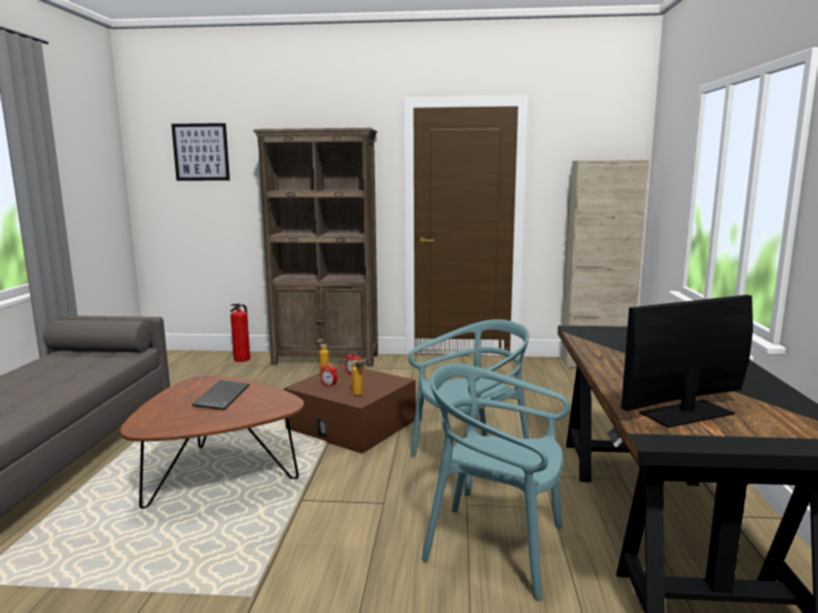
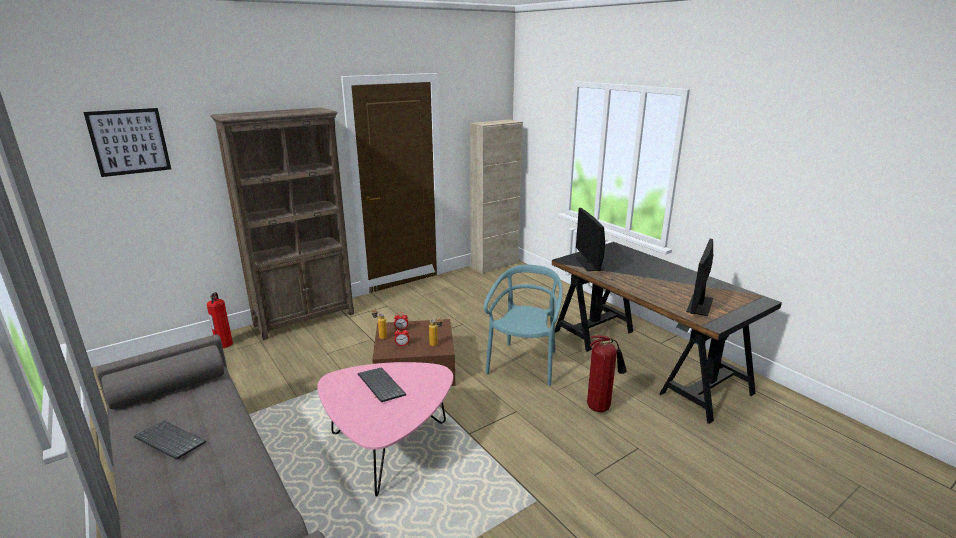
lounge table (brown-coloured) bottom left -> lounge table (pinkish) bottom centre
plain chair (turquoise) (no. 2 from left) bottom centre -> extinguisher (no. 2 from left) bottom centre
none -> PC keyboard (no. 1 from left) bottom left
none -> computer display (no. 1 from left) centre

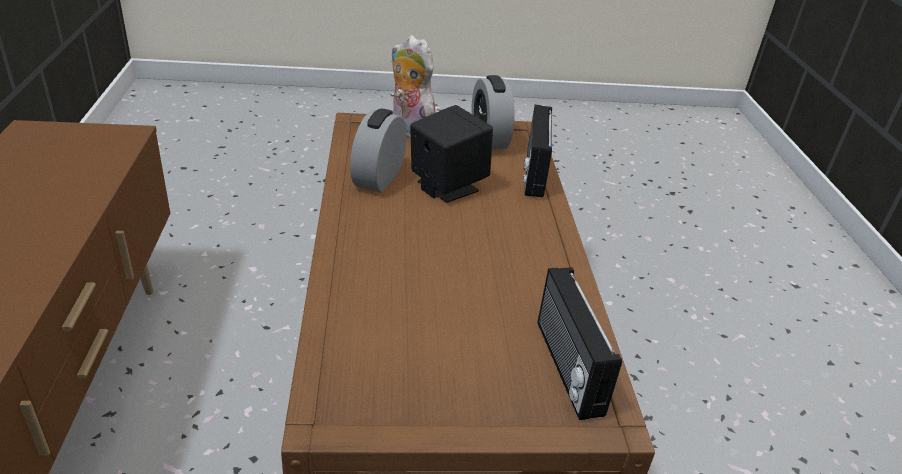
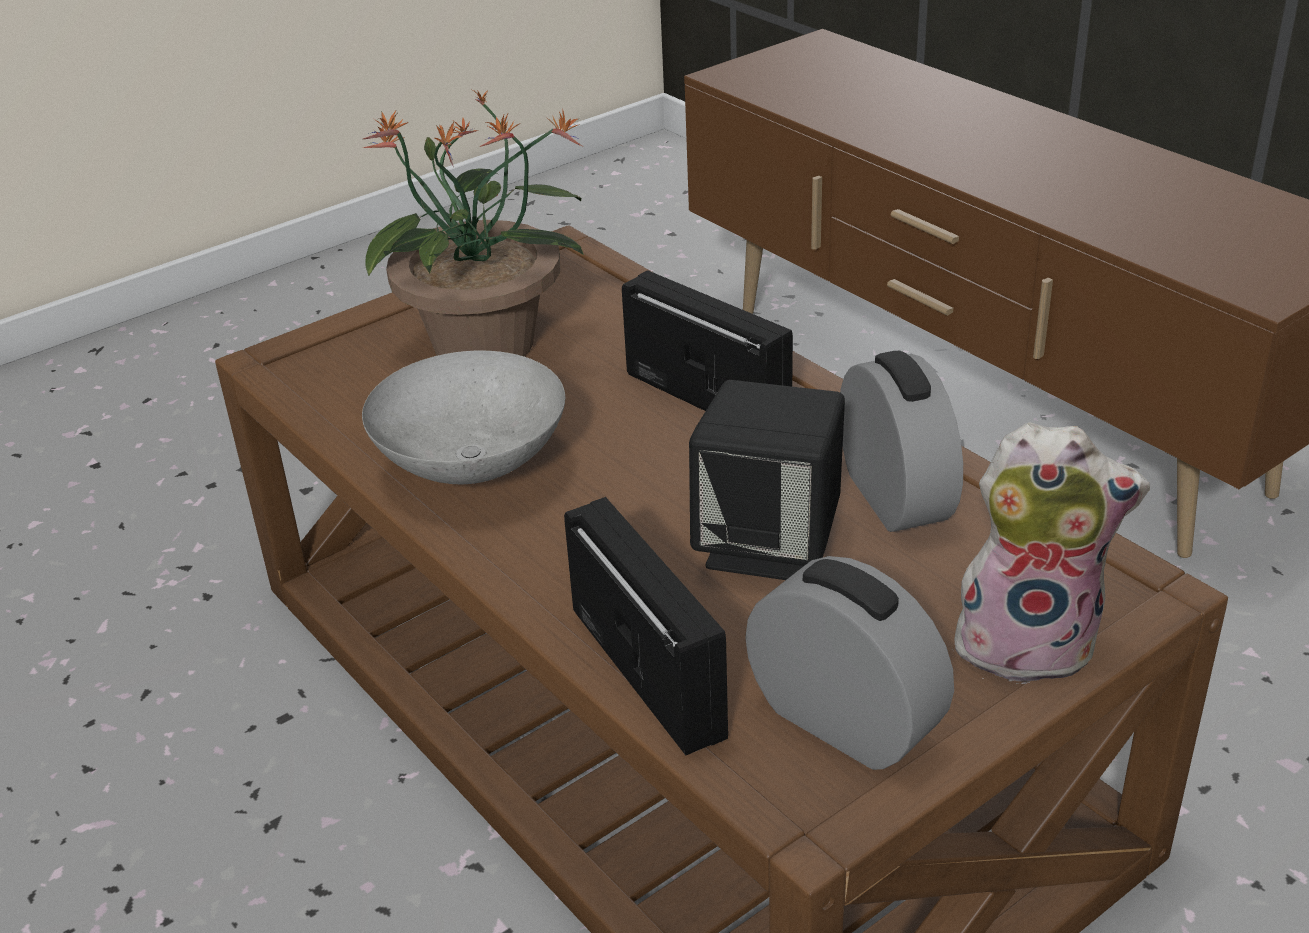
radio set (no. 2 from left) bottom centre -> radio set (no. 2 from left) centre, shifted
none -> serving bowl (gray) centre
none -> potted plant top centre

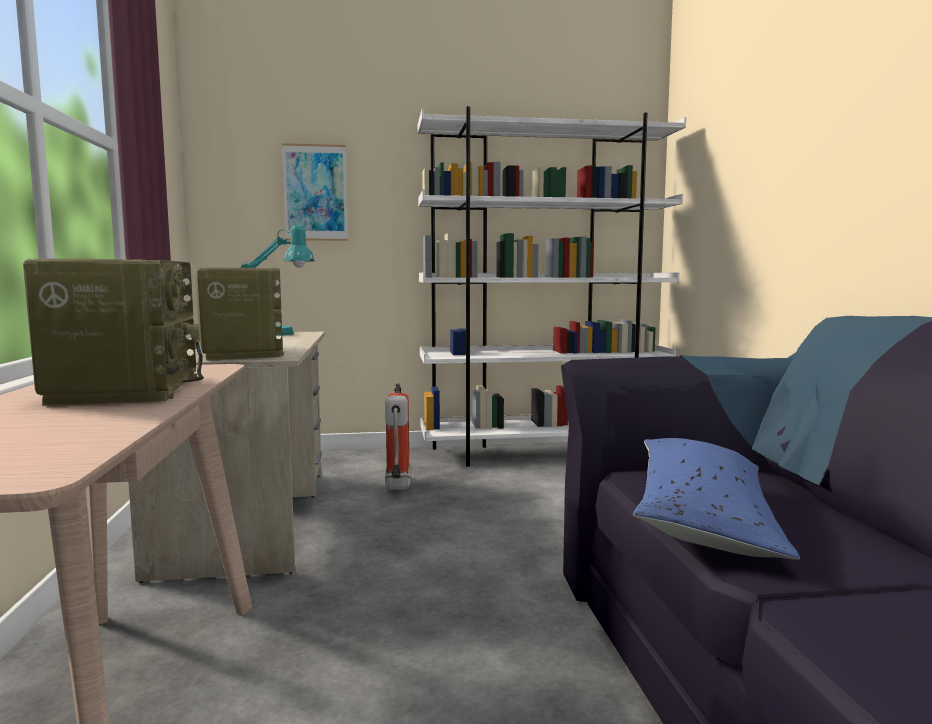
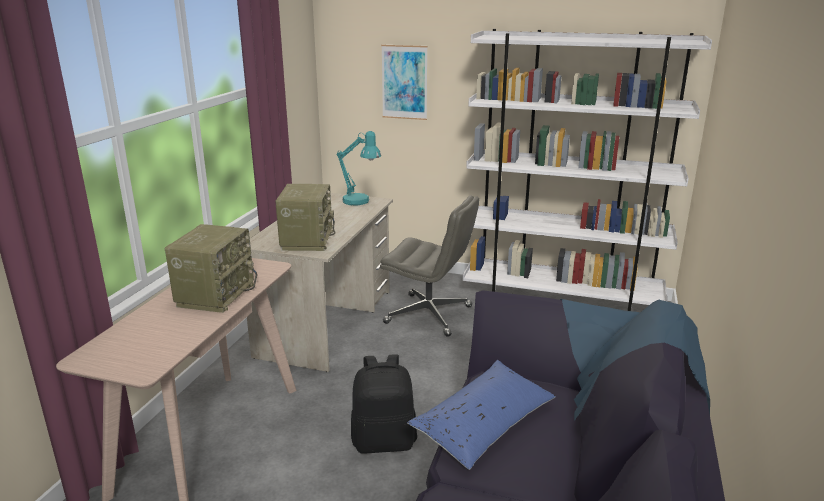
extinguisher centre -> desk chair (gray) centre
none -> knapsack (black-coloured) bottom centre

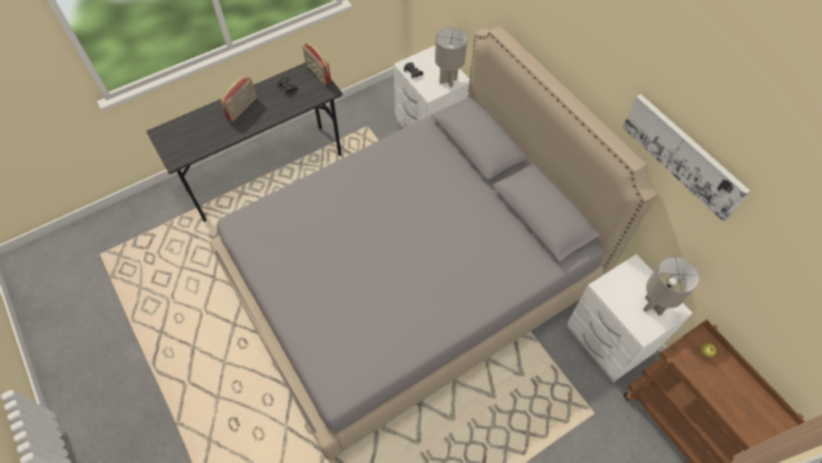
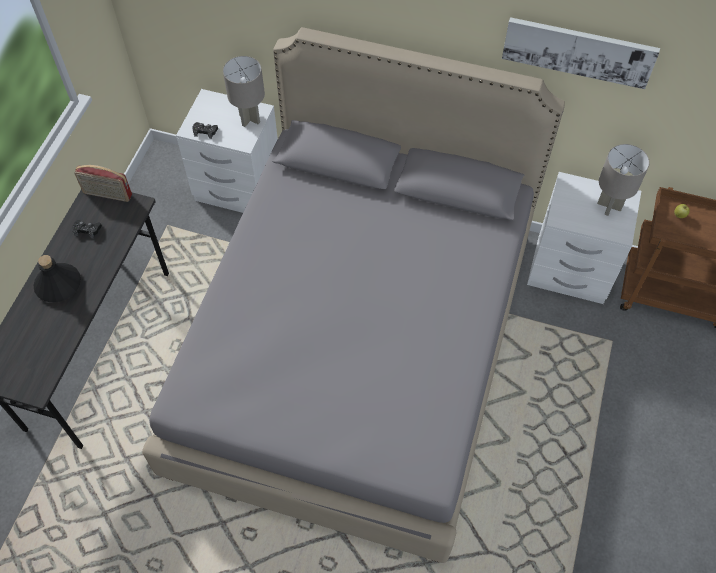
radio set (no. 1 from left) top left -> bottle (black-coloured) middle left

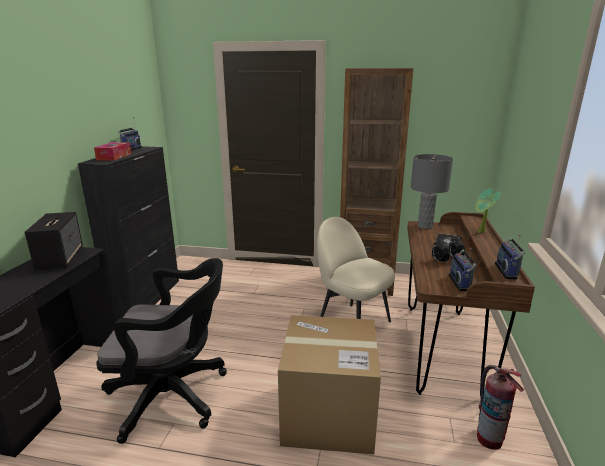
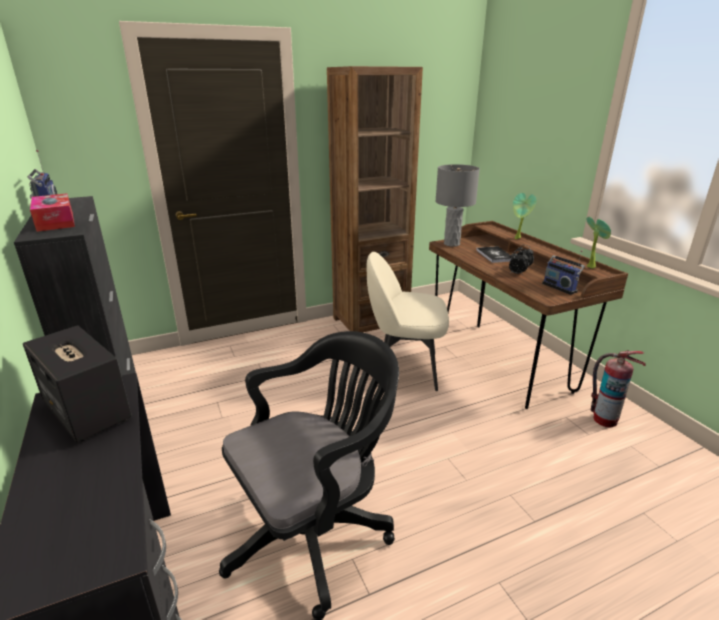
packing box bottom centre -> none
radio set (no. 3 from left) middle right -> potted plant (no. 2 from left) middle right

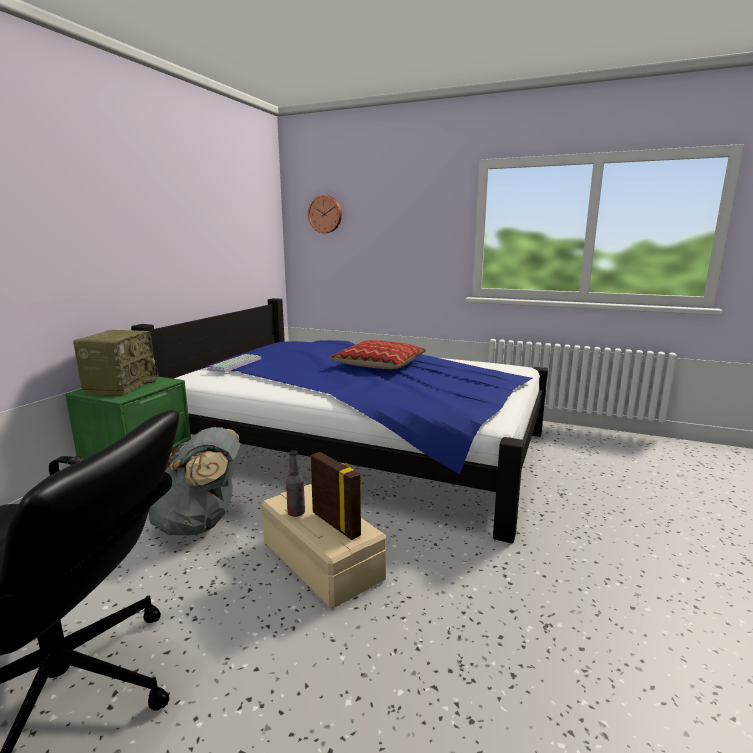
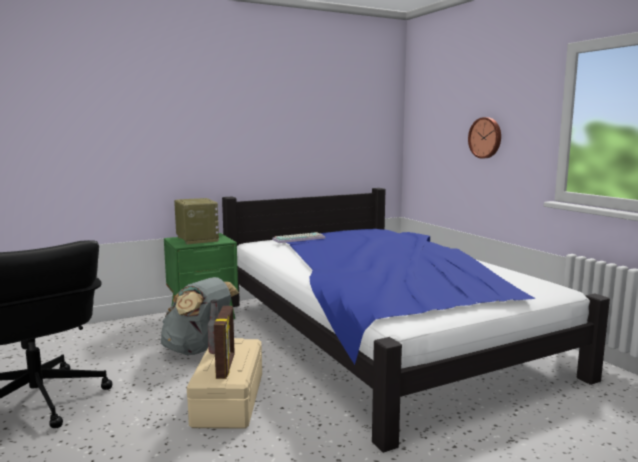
radio set middle left, 75 degrees counterclockwise
wall clock top centre -> wall clock top right, shifted
pillow centre -> none

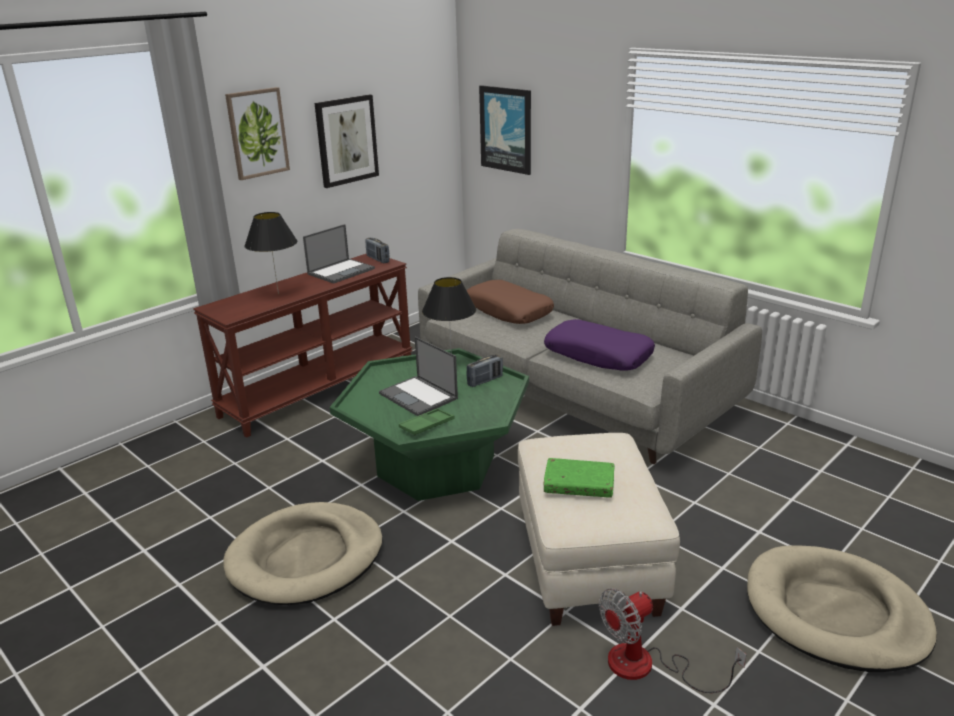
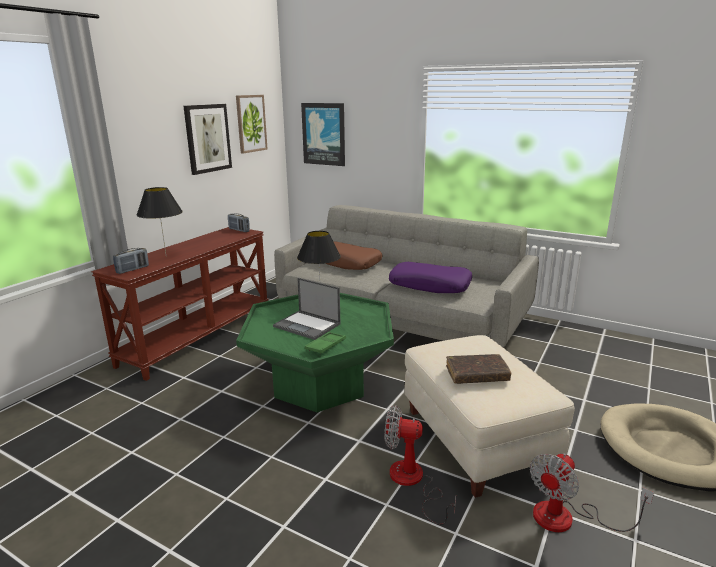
dog cushion (sand-coloured) (no. 1 from left) bottom left -> none
wall picture (no. 1 from left in the first image) top left -> wall picture (no. 2 from left) top centre, shifted
portable computer (no. 1 from left) centre -> none
radio set (no. 2 from left in the first image) centre -> radio set (no. 1 from left) middle left, shifted
book (green-coloured) bottom centre -> book (brown-coloured) middle right
none -> fan (no. 1 from left) bottom centre

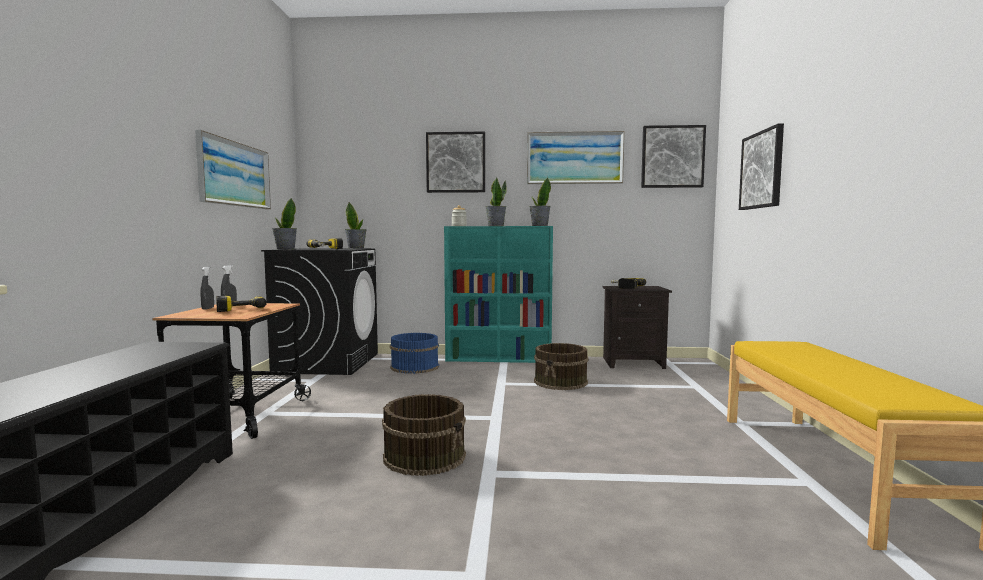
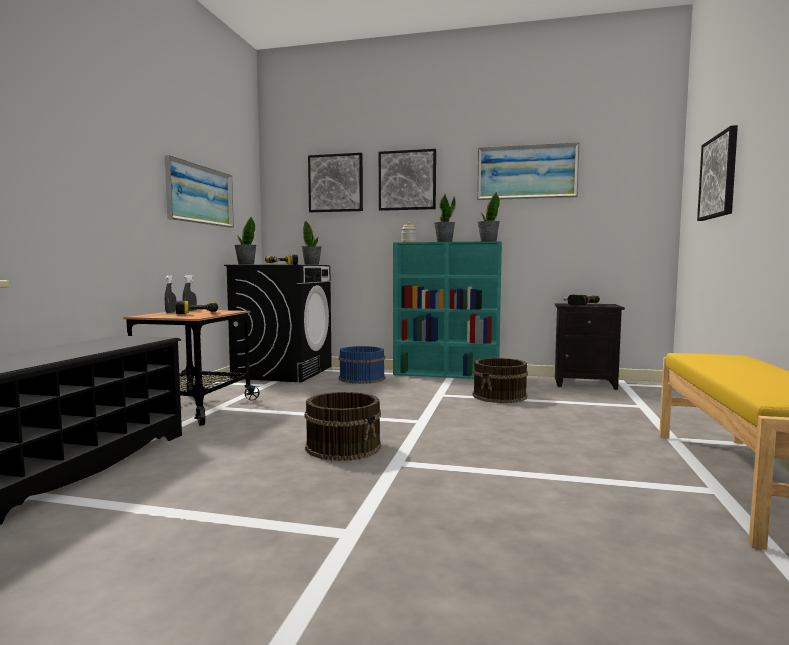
wall picture (no. 4 from left in the first image) top right -> wall picture (no. 2 from left) top centre, shifted

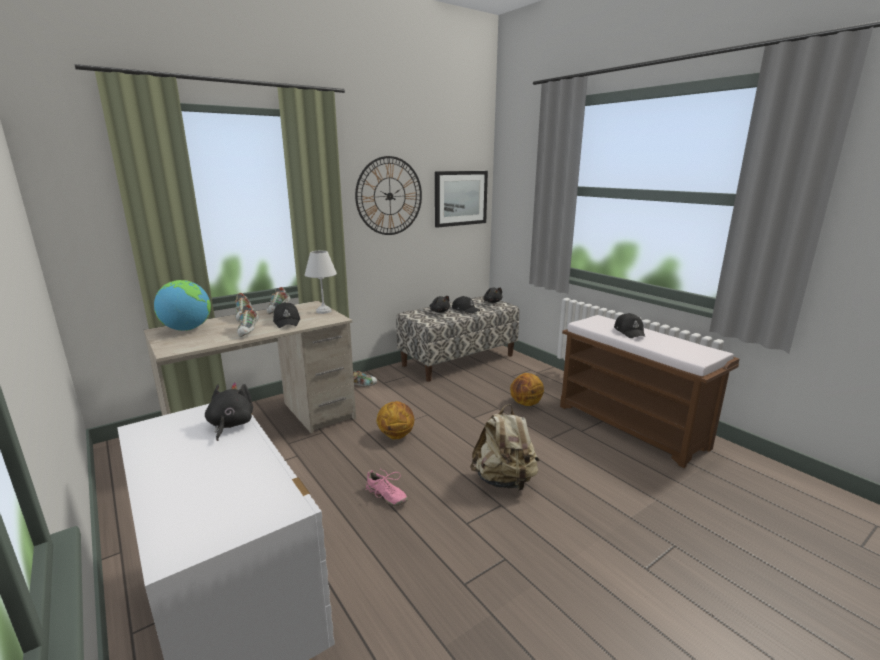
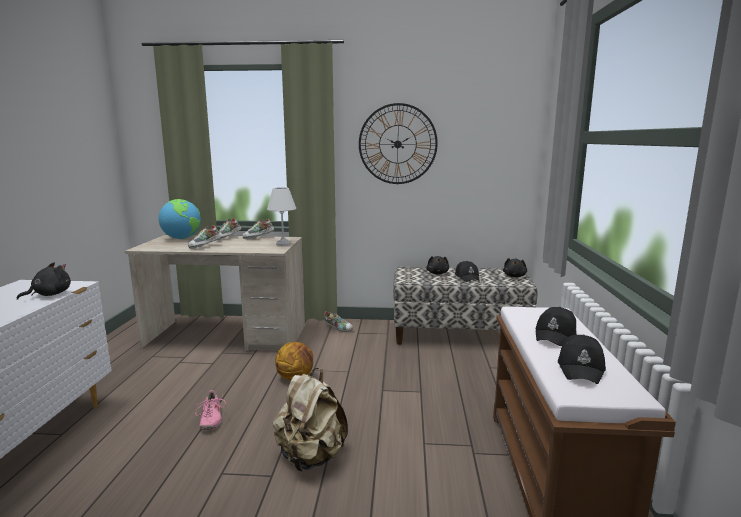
baseball cap (black-coloured) (no. 1 from left in the first image) middle left -> baseball cap (black-coloured) (no. 3 from left) bottom right, shifted
wall picture top centre -> none
basketball ball (no. 2 from left) centre -> none

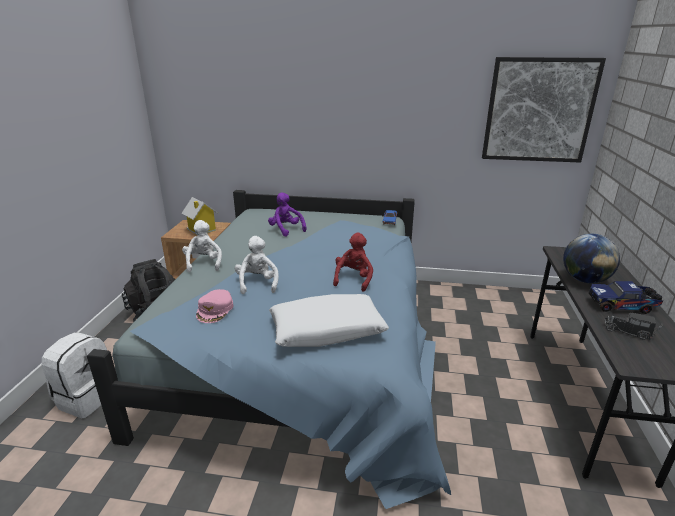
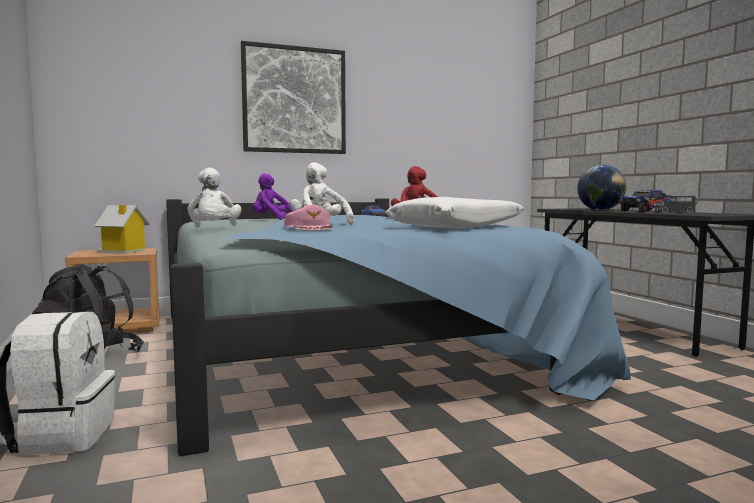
soft toy (white) (no. 1 from left) middle left, 150 degrees counterclockwise
wall picture top right -> wall picture top centre, shifted

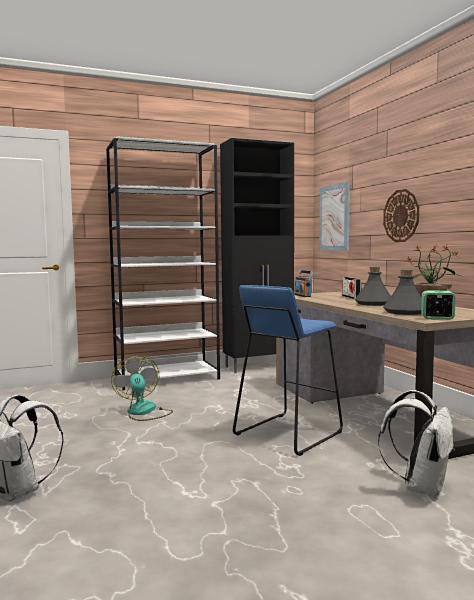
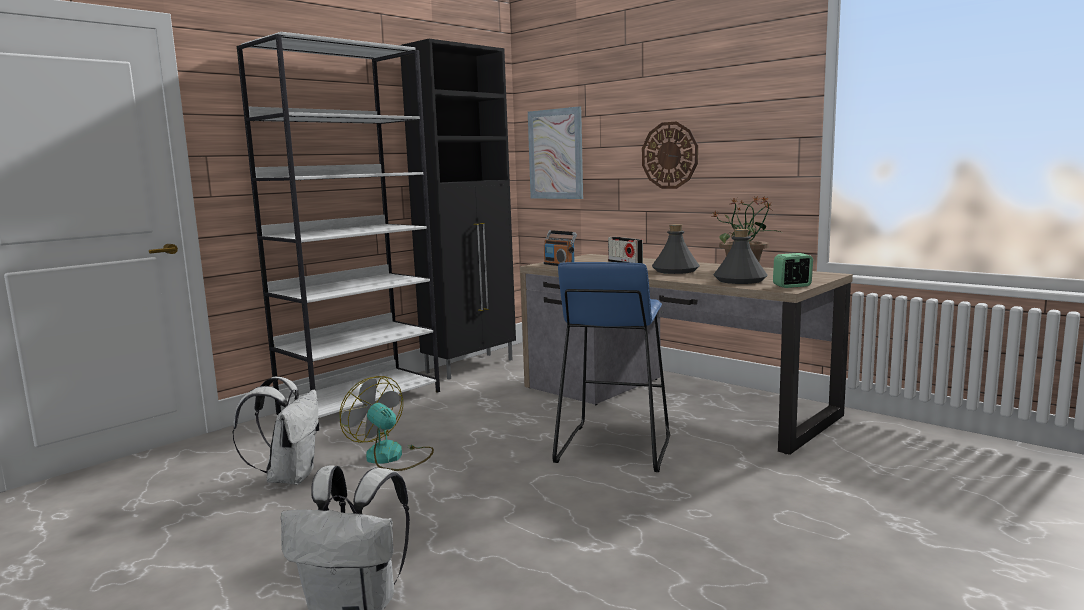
knapsack (white) (no. 2 from left in the first image) bottom right -> knapsack (white) (no. 1 from left) bottom left, shifted

